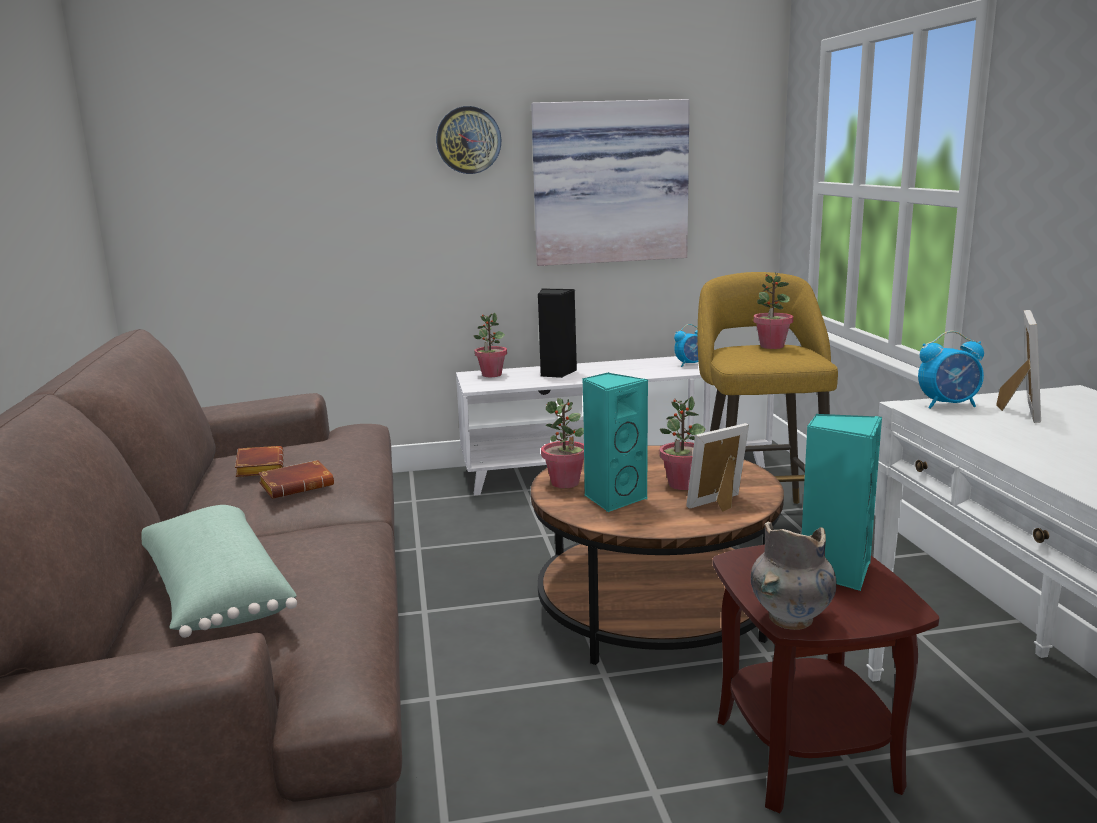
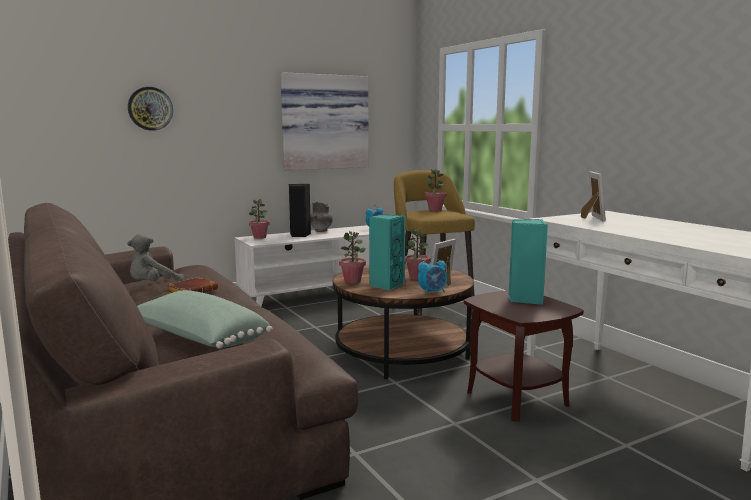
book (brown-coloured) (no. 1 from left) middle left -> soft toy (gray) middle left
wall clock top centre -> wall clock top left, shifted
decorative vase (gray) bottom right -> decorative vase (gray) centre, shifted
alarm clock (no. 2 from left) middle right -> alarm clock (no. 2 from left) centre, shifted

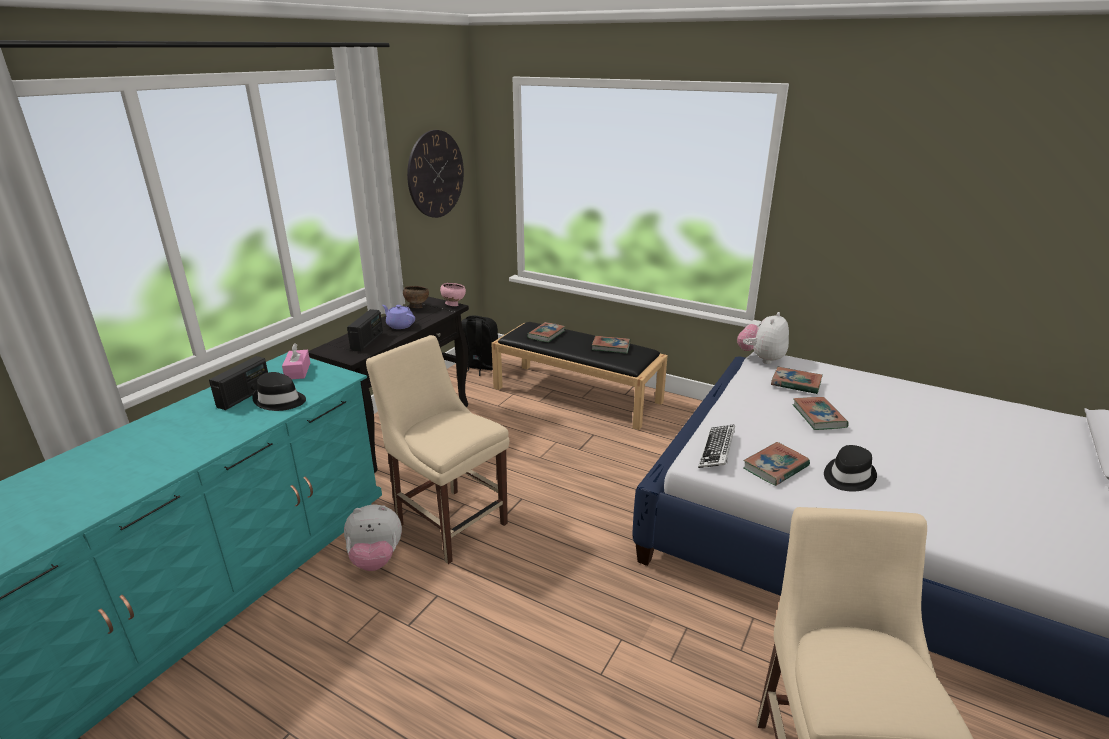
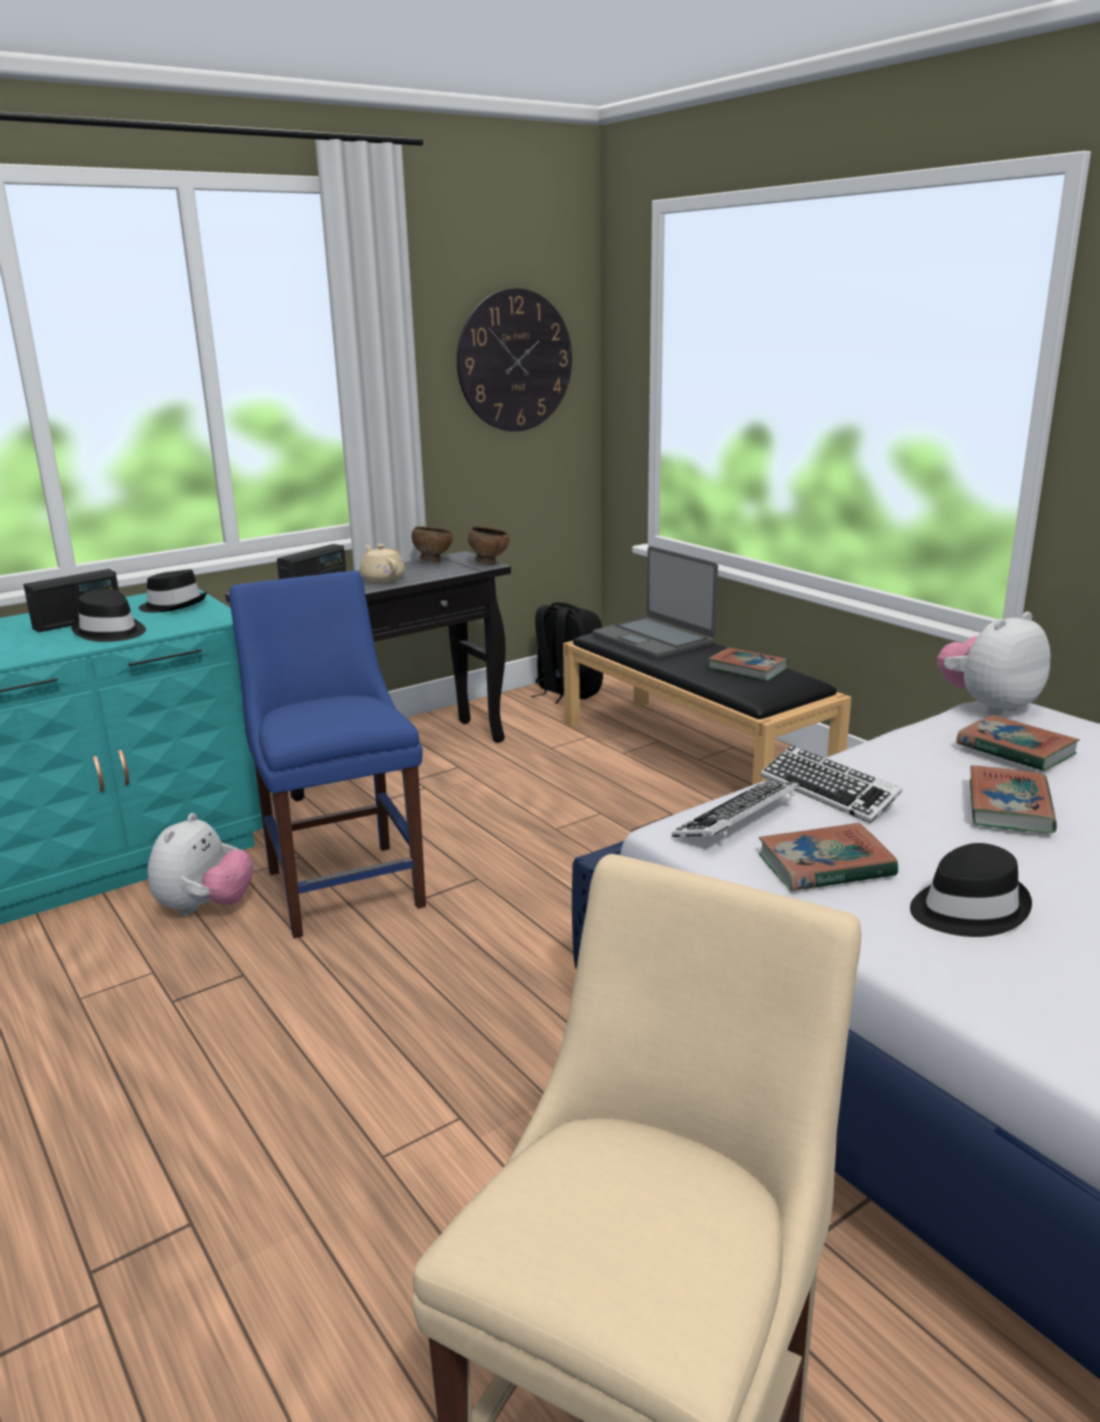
box of tissues (pinkish) middle left -> hat (black-coloured) (no. 2 from left) middle left
soft toy (no. 1 from left) bottom centre -> soft toy (no. 1 from left) middle left, 90 degrees counterclockwise
plain chair (sand-coloured) (no. 1 from left) centre -> plain chair (bluish) middle left
pot for tea (purple) centre -> pot for tea (sand-coloured) centre
serving bowl (pinkish) centre -> serving bowl (brown-coloured) (no. 2 from left) centre
book (no. 1 from left) centre -> portable computer centre
none -> PC keyboard (no. 2 from left) middle right

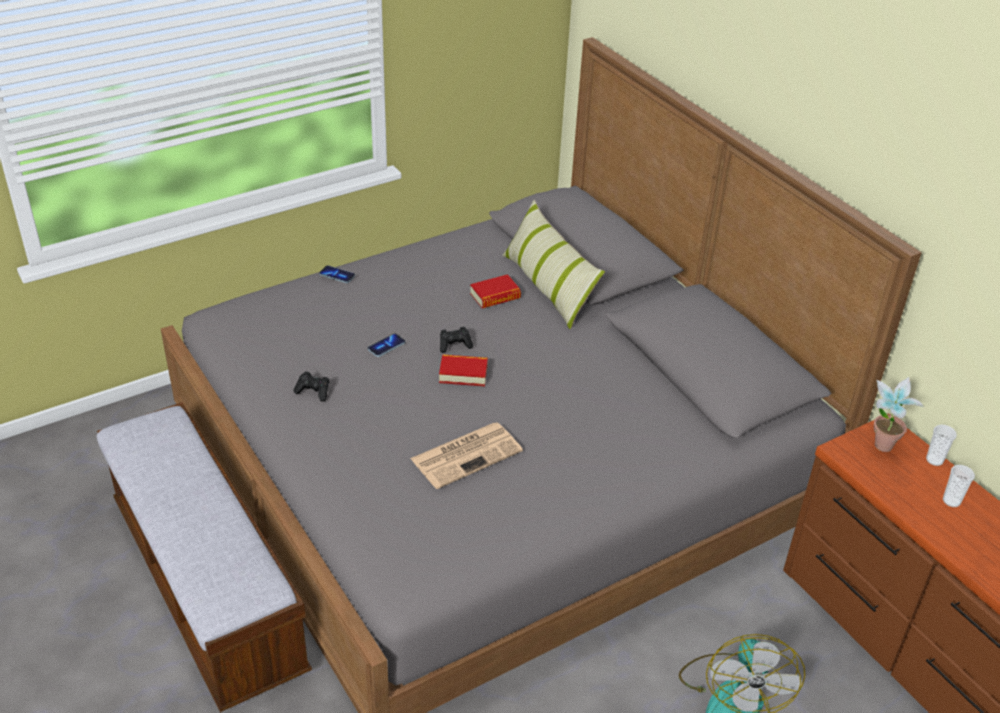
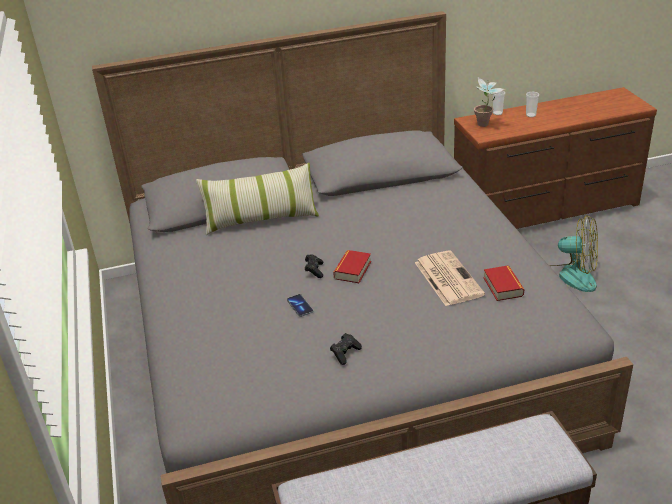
handset (no. 1 from left) centre -> none
book (no. 2 from left) centre -> book (no. 2 from left) middle right, shifted

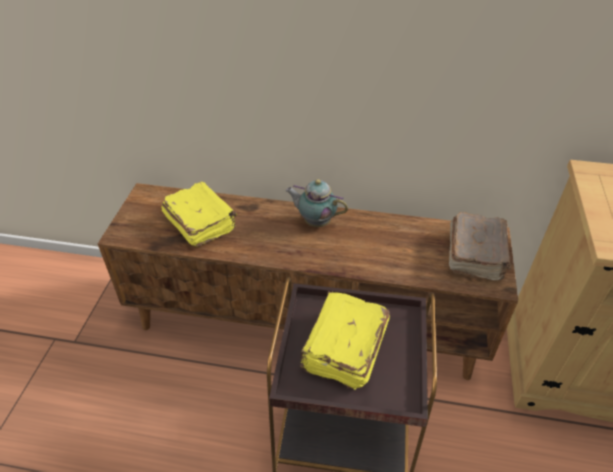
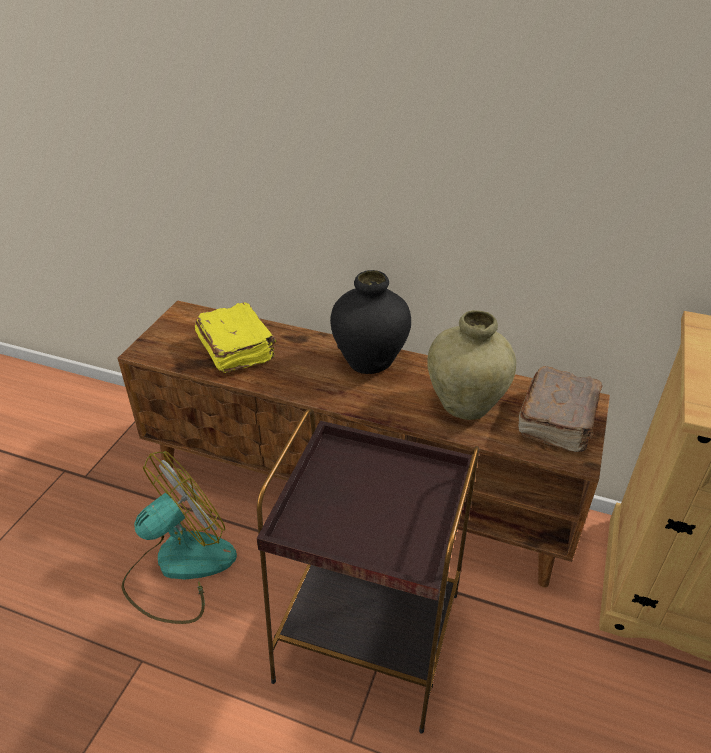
pot for tea centre -> decorative vase (black-coloured) centre
book (yellow-coloured) (no. 2 from left) bottom centre -> none
none -> fan bottom left
none -> decorative vase (sand-coloured) centre

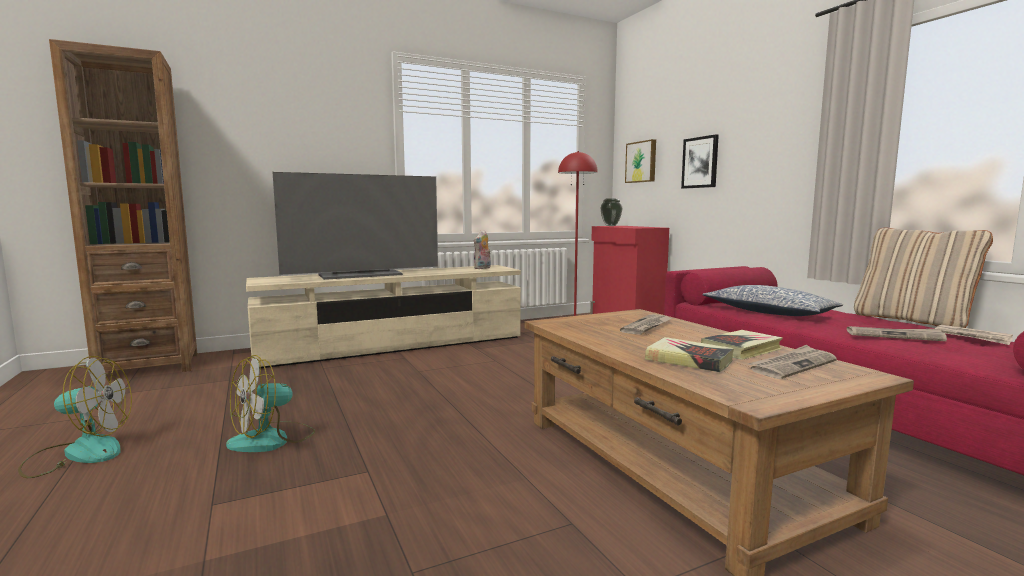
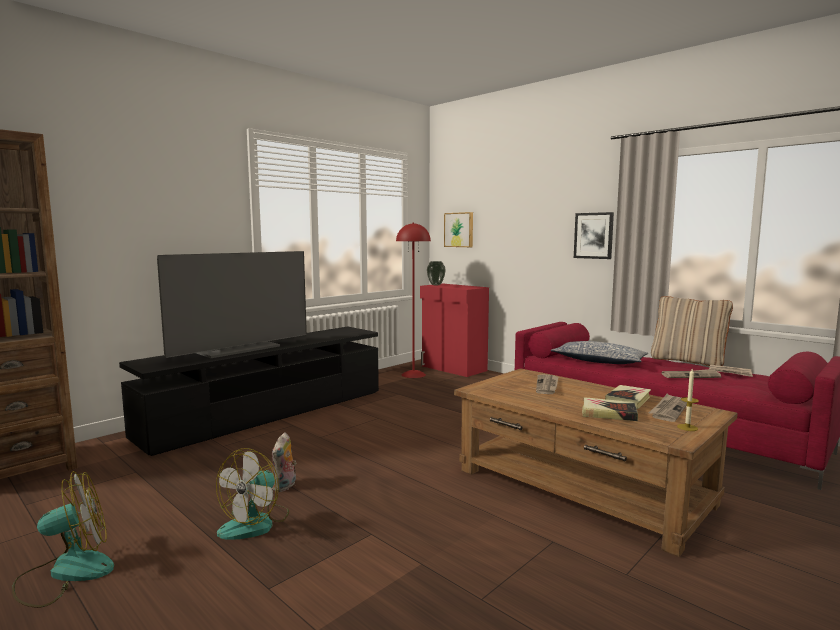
tv stand (sand-coloured) centre -> tv stand (black-coloured) middle left
soft toy centre -> soft toy bottom centre, shifted
wall picture (no. 2 from left) top right -> wall picture (no. 2 from left) middle right, shifted
none -> wax candle middle right

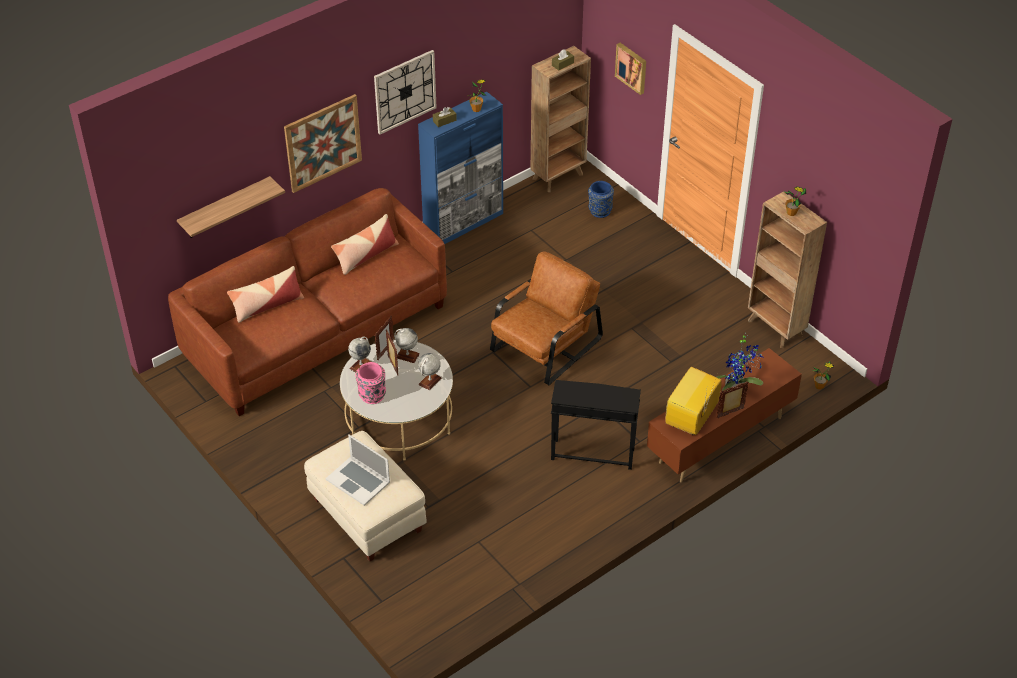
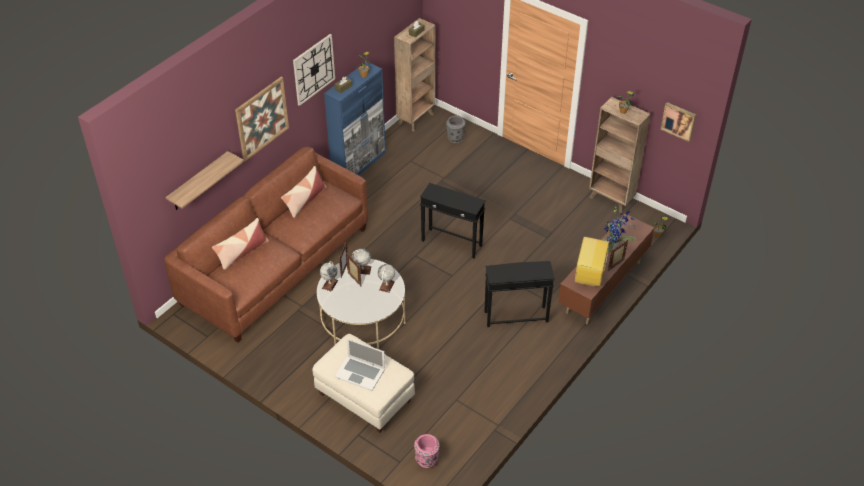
decorative vase (pinkish) centre -> decorative vase (pinkish) bottom centre, shifted
easy chair (brown-coloured) centre -> end table (black-coloured) (no. 1 from left) centre
decorative vase (bluish) top centre -> decorative vase (gray) top centre
wall picture (no. 2 from left) top centre -> wall picture (no. 2 from left) top right, shifted

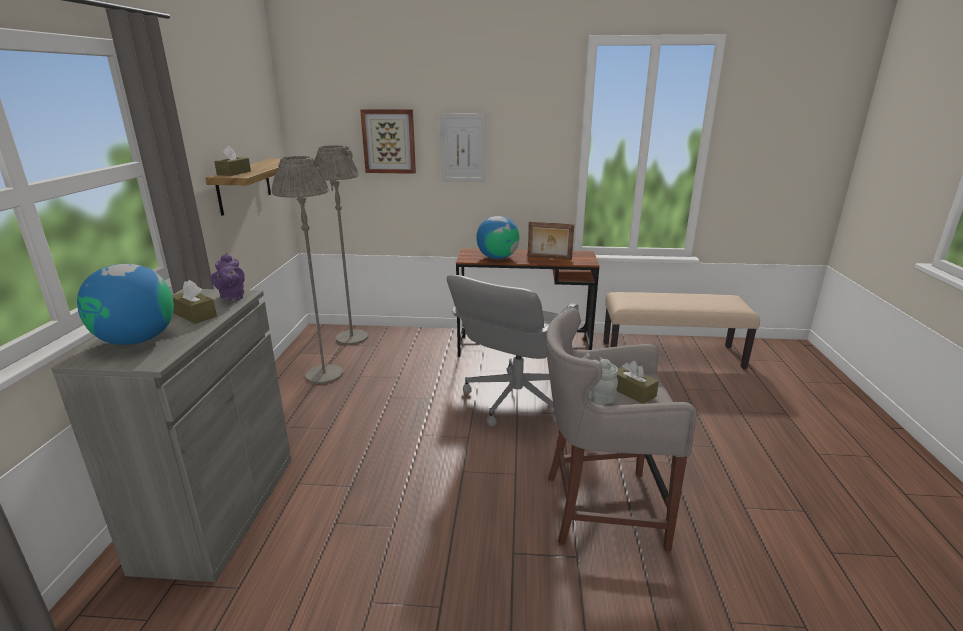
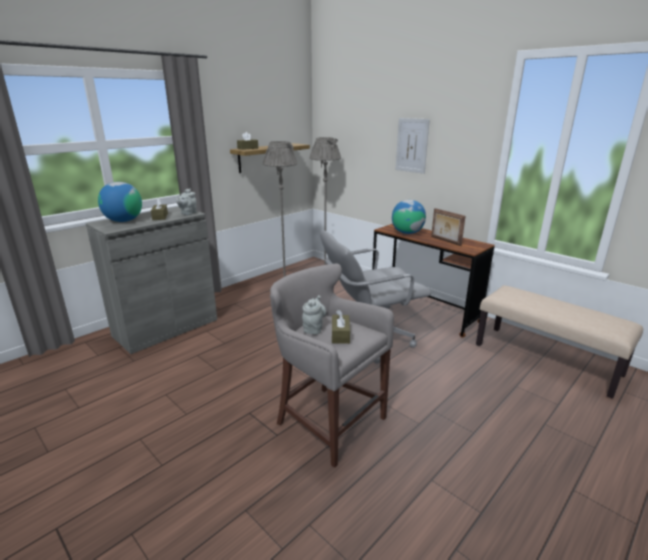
pot for tea (purple) middle left -> pot for tea (gray) (no. 1 from left) middle left
wall picture (no. 1 from left) top centre -> none

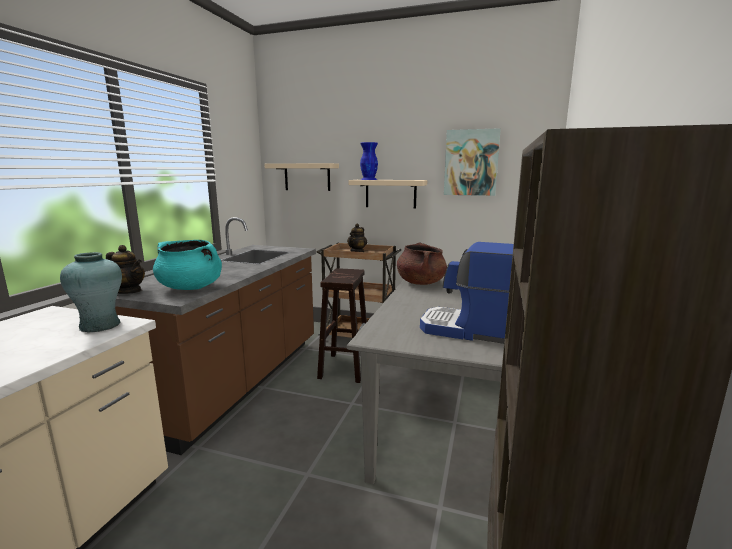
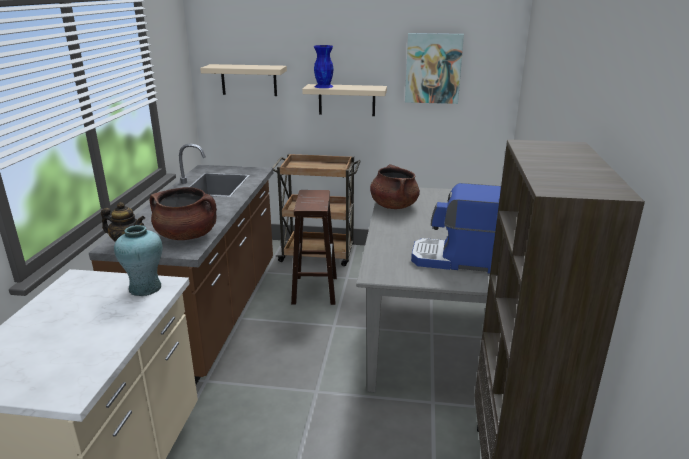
cooking pot (turquoise) middle left -> cooking pot (brown-coloured) (no. 1 from left) middle left
pot for tea (no. 2 from left) centre -> none

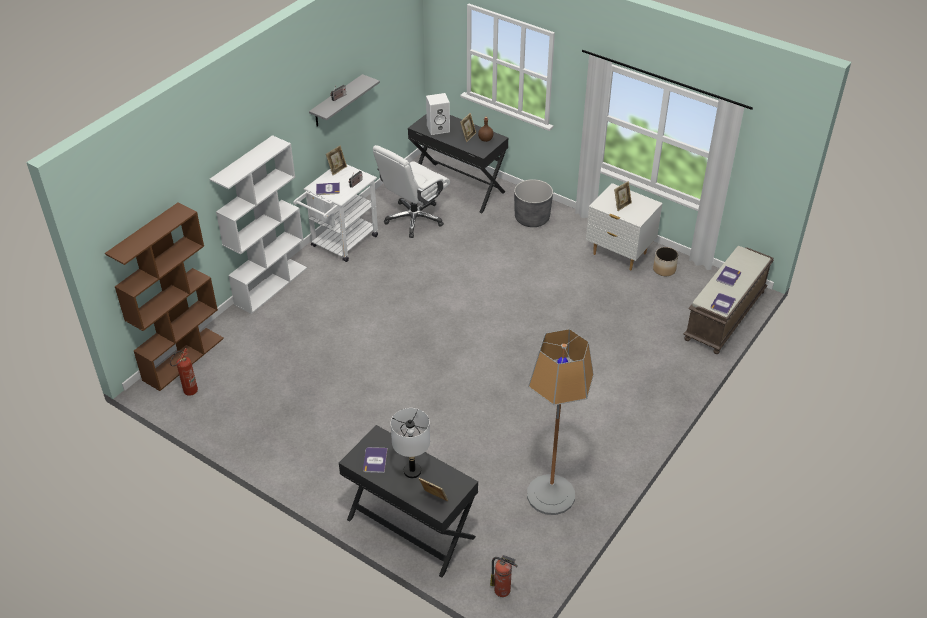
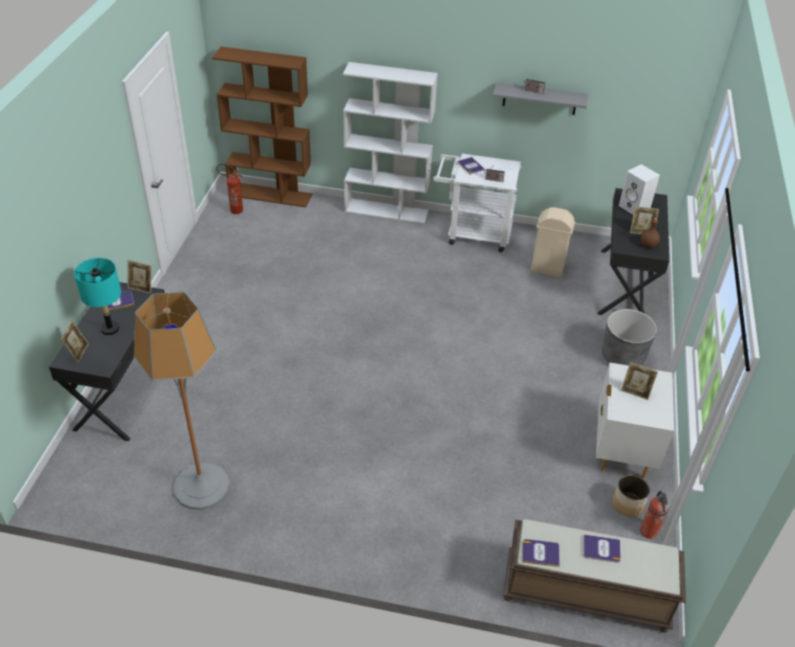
photo frame (no. 1 from left in the first image) top centre -> photo frame (no. 2 from left) middle left, shifted
desk chair (white) top centre -> trash can (sand-coloured) middle right
lamp for a table (white) bottom centre -> lamp for a table (turquoise) middle left
extinguisher (no. 2 from left) bottom centre -> extinguisher (no. 2 from left) bottom right, shifted

